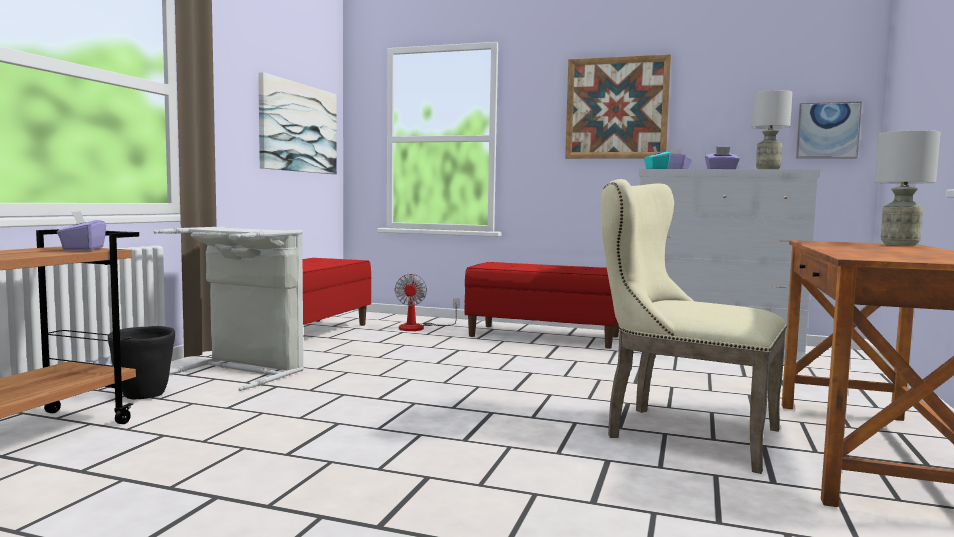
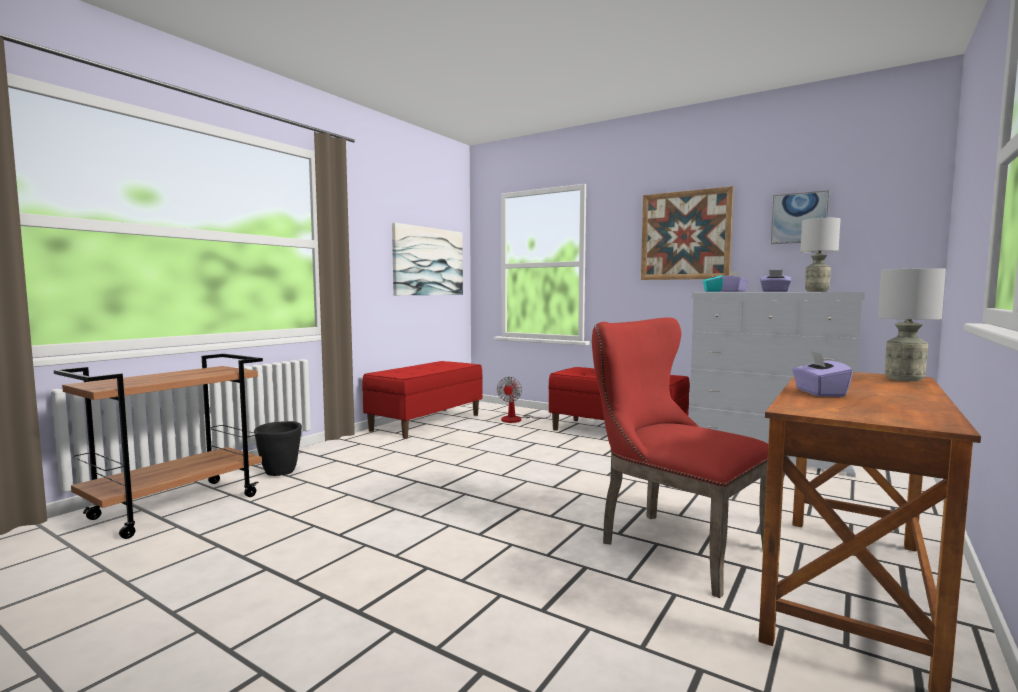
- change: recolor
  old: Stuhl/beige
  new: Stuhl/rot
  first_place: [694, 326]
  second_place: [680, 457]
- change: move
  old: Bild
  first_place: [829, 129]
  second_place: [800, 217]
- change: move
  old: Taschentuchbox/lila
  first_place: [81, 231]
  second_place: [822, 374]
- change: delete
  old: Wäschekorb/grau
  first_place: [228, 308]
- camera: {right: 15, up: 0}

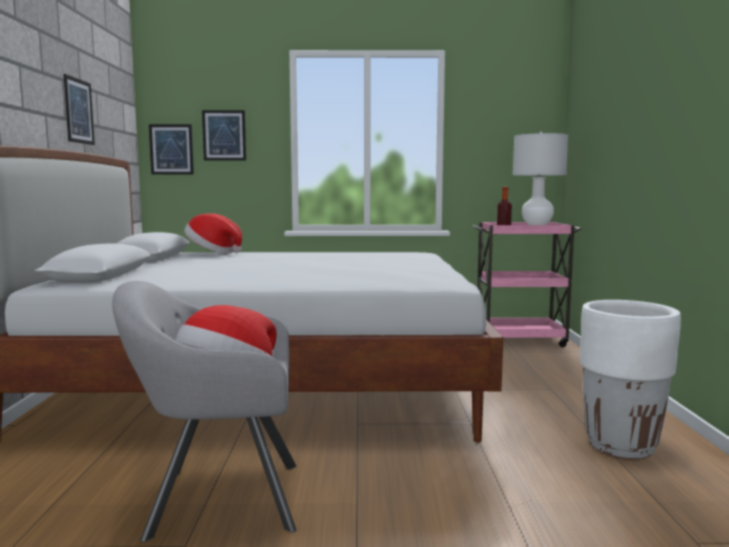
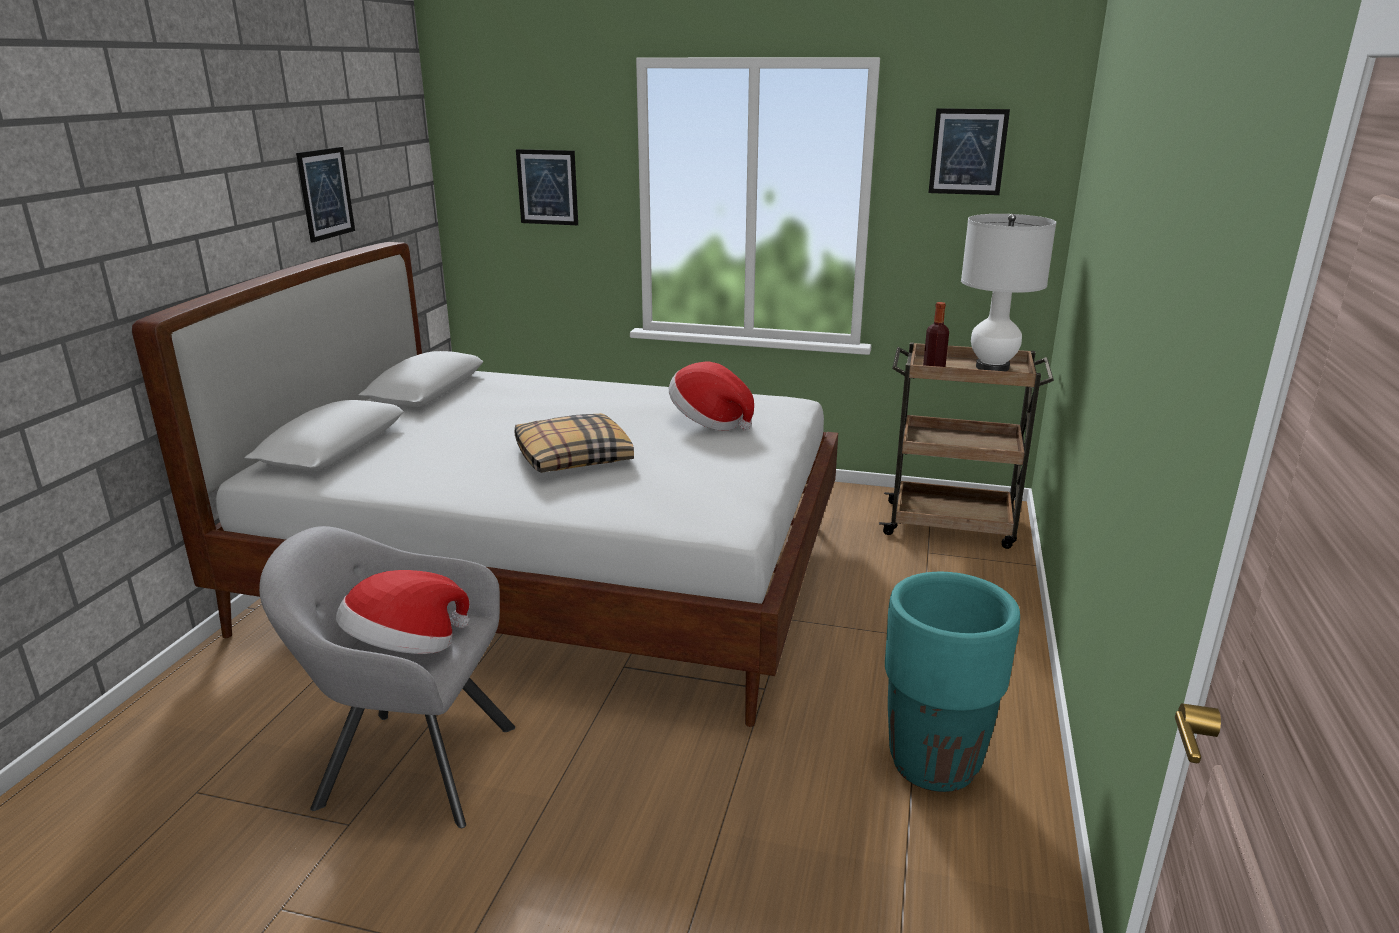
- change: insert
  new: Kissen
  second_place: [574, 443]
- change: move
  old: Hut
  first_place: [213, 233]
  second_place: [711, 396]
- change: recolor
  old: Rollwagen/rosa
  new: Rollwagen/braun
  first_place: [526, 284]
  second_place: [966, 445]
- change: recolor
  old: Pflanzkübel/weiß
  new: Pflanzkübel/türkis
  first_place: [630, 379]
  second_place: [952, 682]
- change: move
  old: Bild
  first_place: [171, 149]
  second_place: [969, 151]
- camera: {right: 15, up: 15}

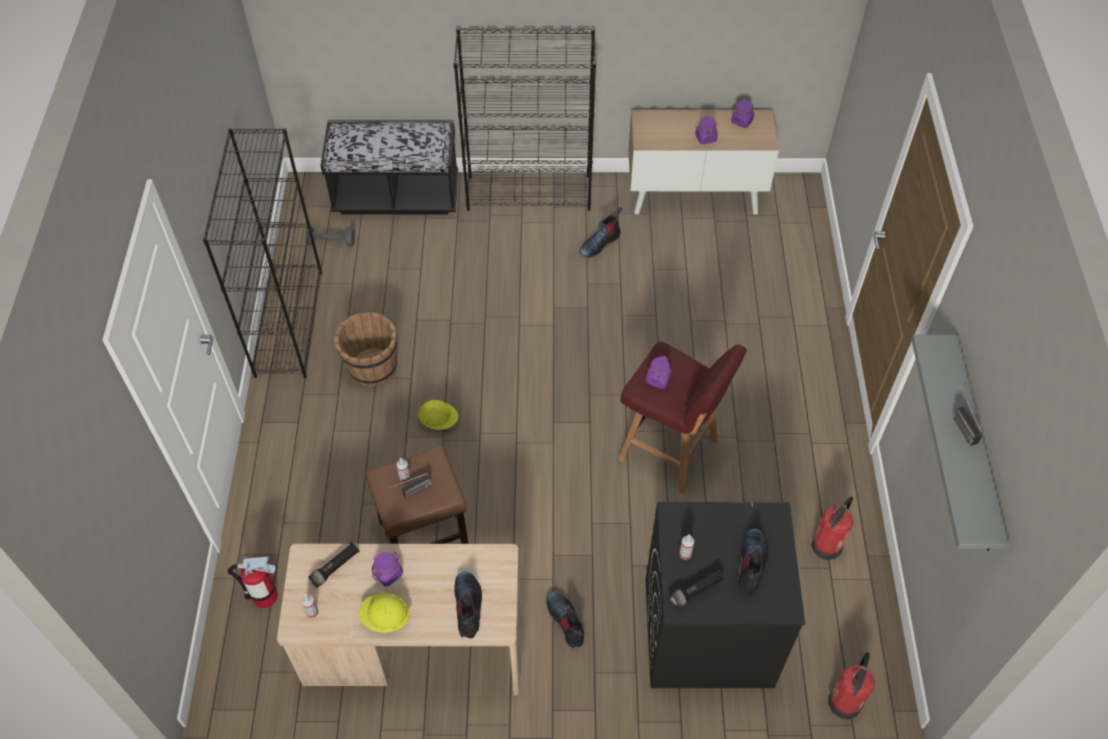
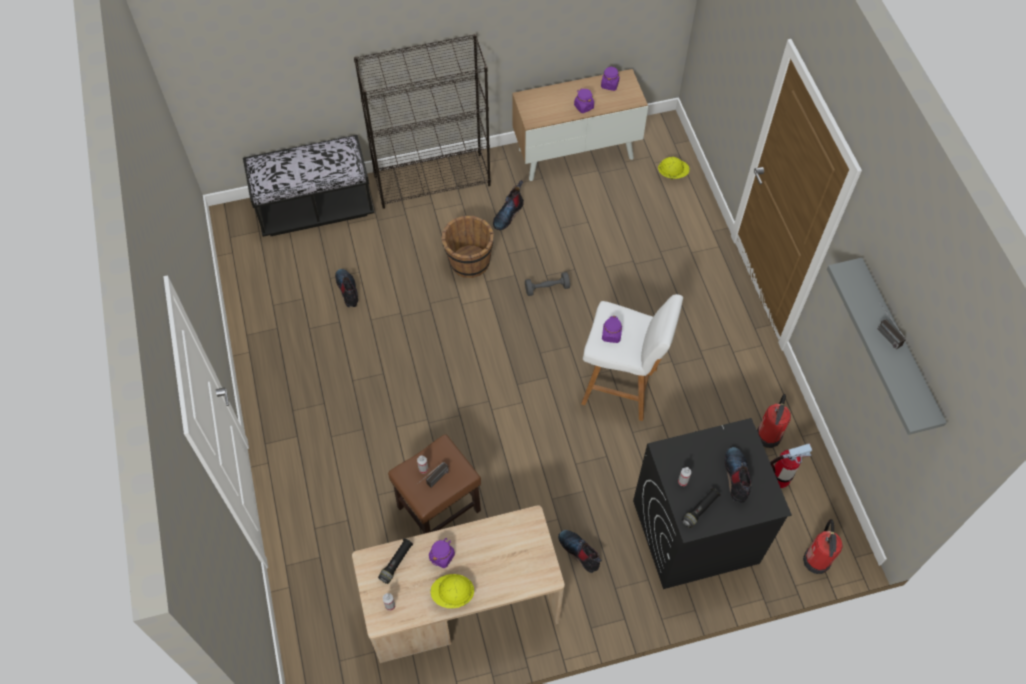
- change: move
  old: Stiefel
  first_place: [468, 604]
  second_place: [346, 288]
- change: move
  old: Eimer/braun
  first_place: [365, 349]
  second_place: [468, 247]
- change: move
  old: Hantel/grau
  first_place: [330, 236]
  second_place: [547, 284]
- change: recolor
  old: Hocker/rot
  new: Hocker/weiß
  first_place: [683, 417]
  second_place: [632, 357]
- change: move
  old: Schutzhelm/gelb
  first_place: [438, 415]
  second_place: [674, 168]
- change: move
  old: Feuerlöscher
  first_place: [253, 582]
  second_place: [791, 465]
- change: delete
  old: Bücherregal/schwarz
  first_place: [262, 253]
- camera: {right: -15, up: 5}

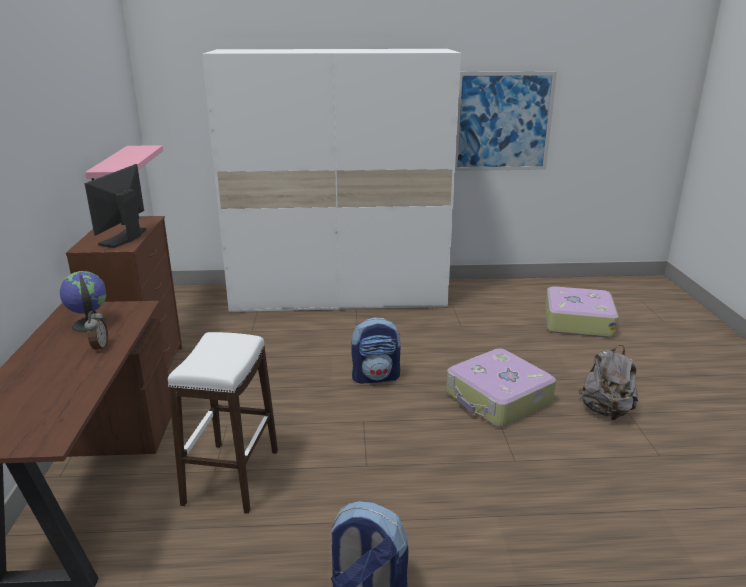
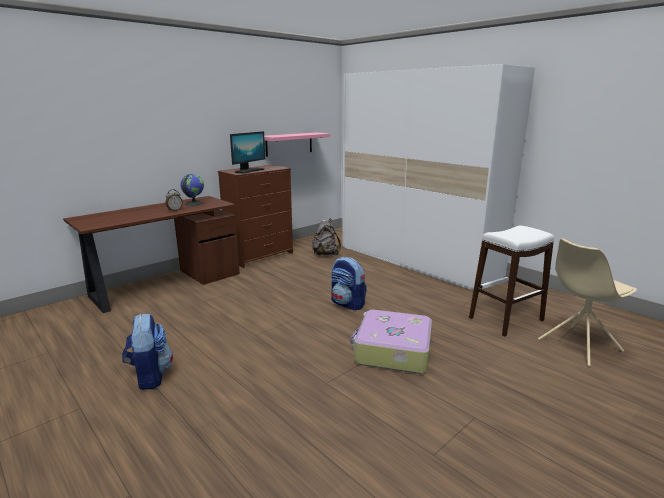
- change: rotate
  old: Monitor
  first_place: [115, 206]
  second_place: [247, 152]
  degrees: 150
- change: move
  old: Rucksack/grau
  first_place: [608, 382]
  second_place: [326, 236]
- change: move
  old: Hocker/weiß
  first_place: [223, 423]
  second_place: [511, 281]
- change: replace
  old: Koffer
  new: Stuhl/beige
  first_place: [582, 312]
  second_place: [587, 302]
- change: delete
  old: Bild
  first_place: [506, 121]
- camera: {right: 50, up: -5}

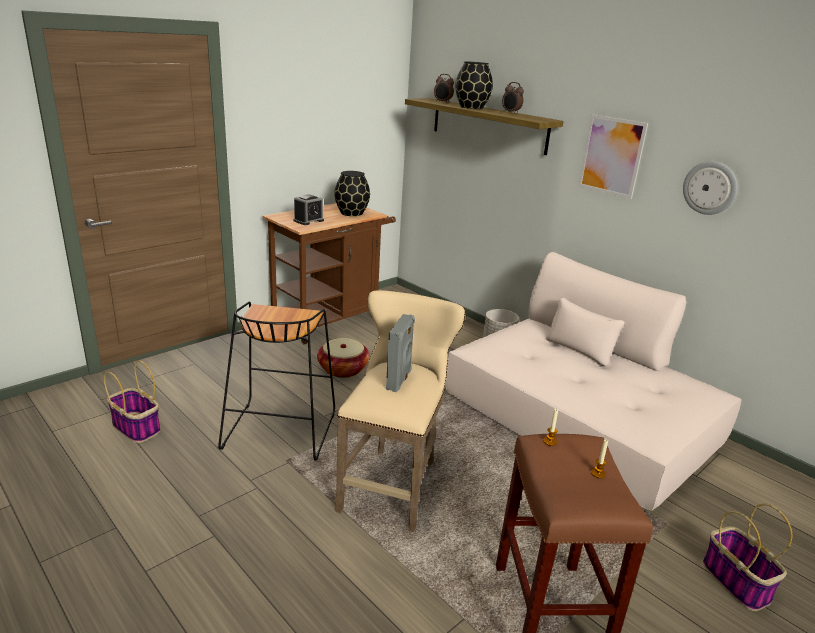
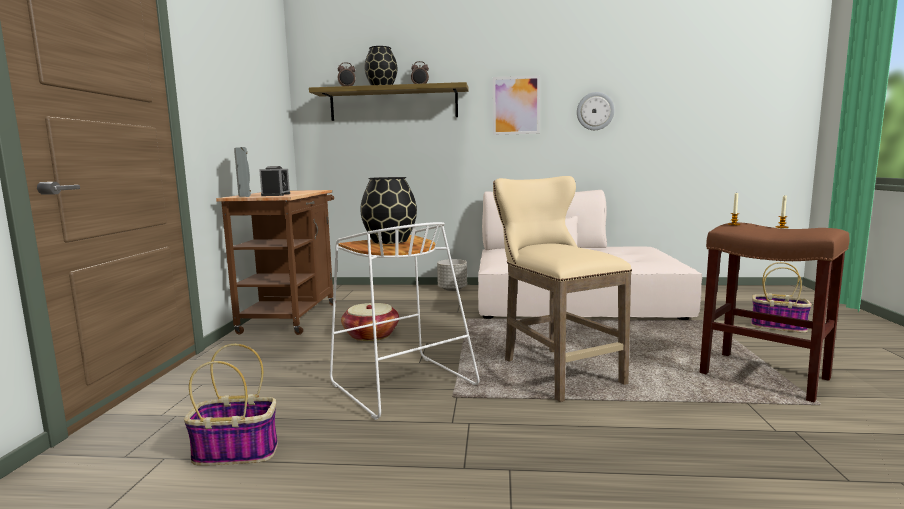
- change: move
  old: Lautsprecher/grau
  first_place: [400, 353]
  second_place: [242, 172]
- change: recolor
  old: Hocker/schwarz
  new: Hocker/weiß
  first_place: [276, 381]
  second_place: [405, 321]
- change: move
  old: Vase/schwarz
  first_place: [352, 193]
  second_place: [388, 210]
- camera: {right: -40, up: -15}

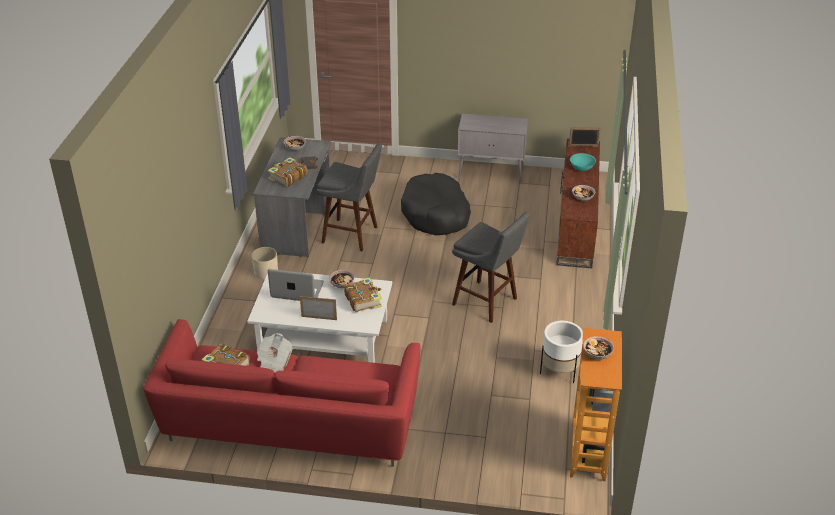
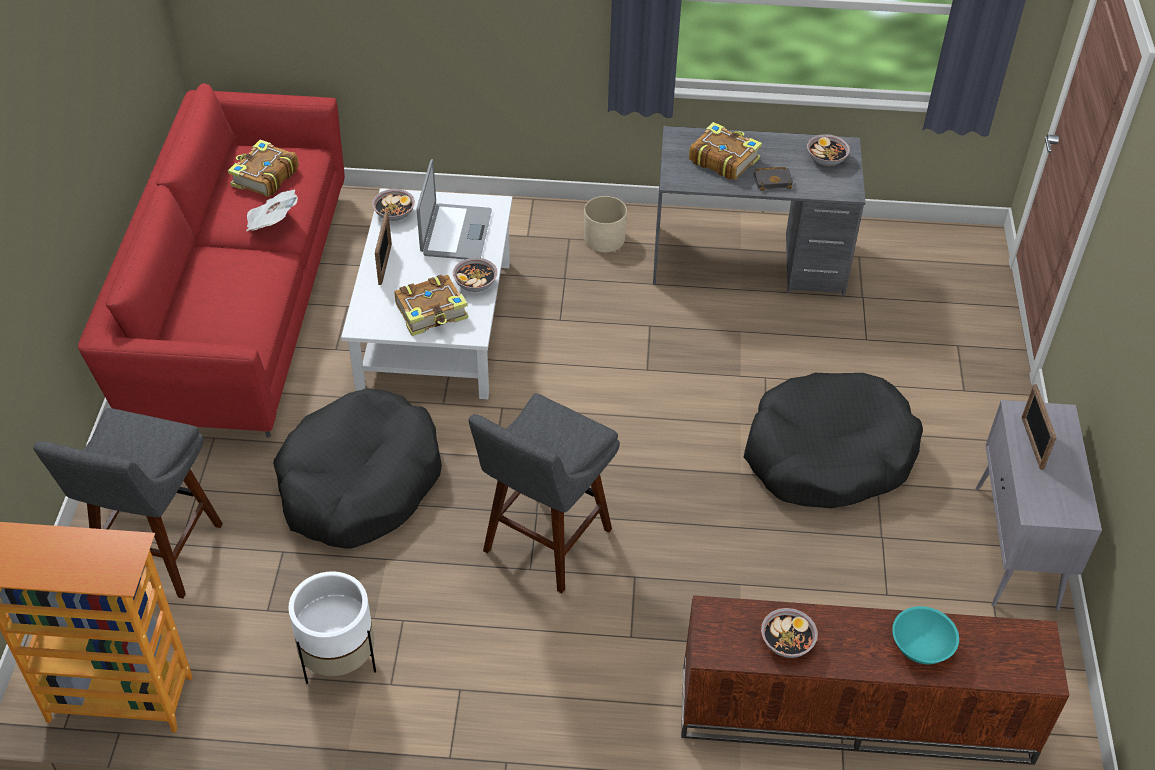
- change: move
  old: Hocker/grau
  first_place: [349, 197]
  second_place: [128, 503]
- change: insert
  new: Hundebett/schwarz
  second_place: [357, 468]
- change: move
  old: Schüssel
  first_place: [598, 348]
  second_place: [393, 205]
- change: move
  old: Bilderrahmen
  first_place: [585, 137]
  second_place: [1039, 427]
- camera: {right: 85, up: 10}

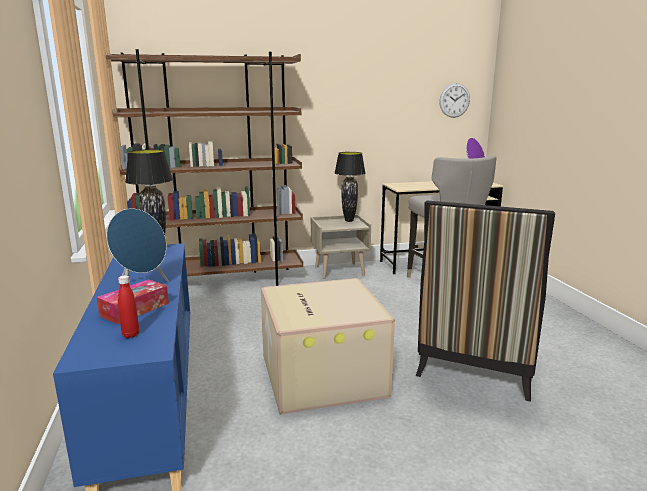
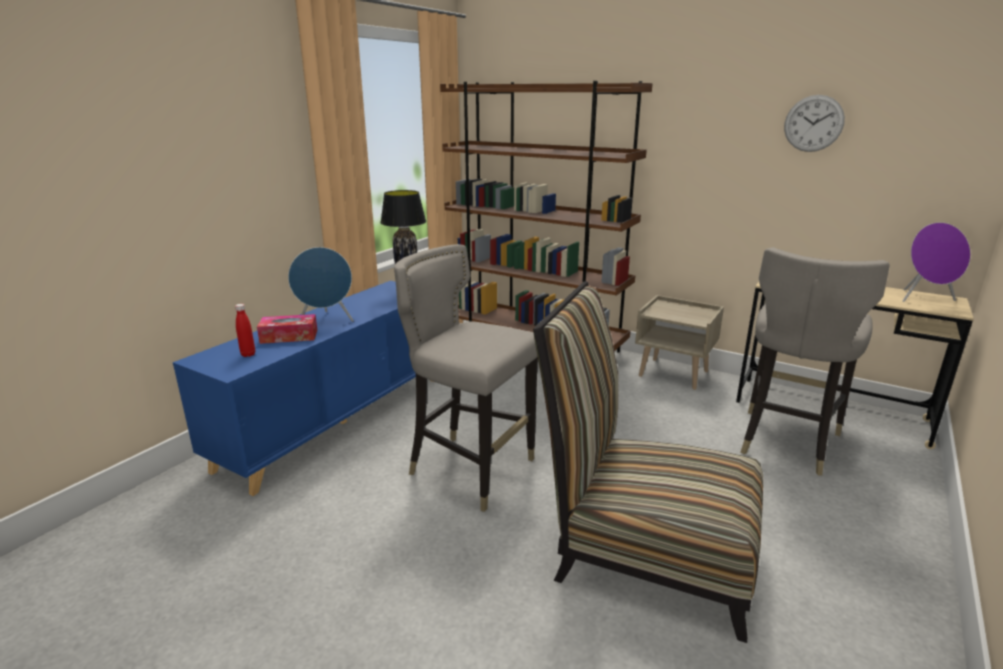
- change: replace
  old: Karton
  new: Hocker/grau
  first_place: [328, 346]
  second_place: [466, 378]
- change: rotate
  old: Stuhl
  first_place: [485, 301]
  second_place: [648, 462]
  degrees: 45
- change: move
  old: Wanduhr
  first_place: [454, 100]
  second_place: [814, 123]
- change: delete
  old: Tischlampe/schwarz
  first_place: [350, 187]
- camera: {right: 45, up: 5}

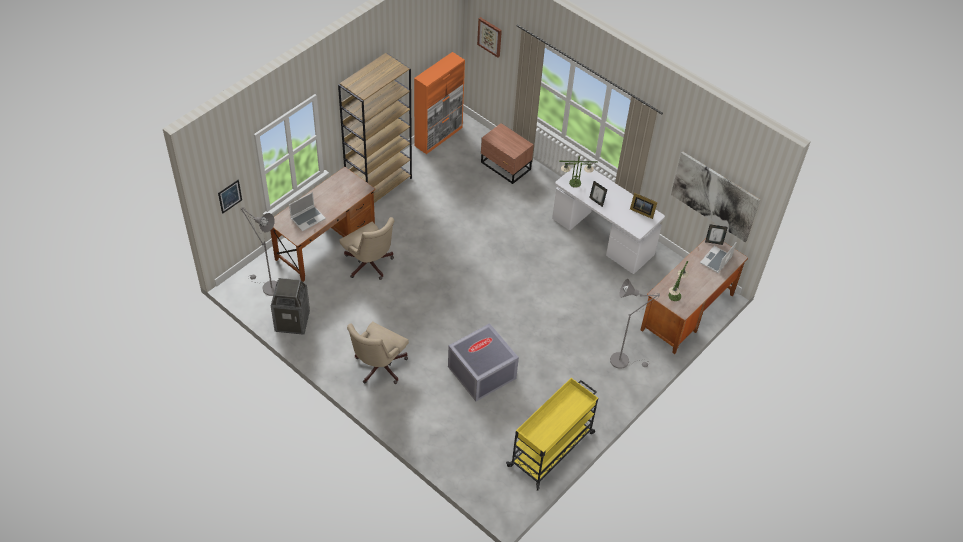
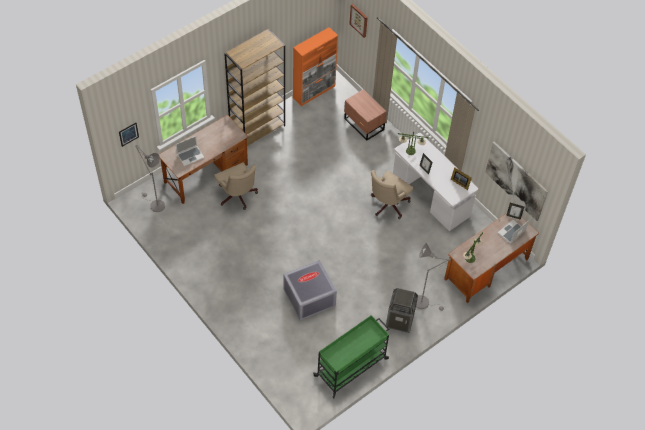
- change: recolor
  old: Rollwagen/gelb
  new: Rollwagen/grün
  first_place: [552, 434]
  second_place: [351, 357]
- change: move
  old: Bürostuhl/beige
  first_place: [378, 352]
  second_place: [392, 194]
- change: move
  old: Mülleimer
  first_place: [290, 306]
  second_place: [402, 310]
- camera: {right: 10, up: 5}

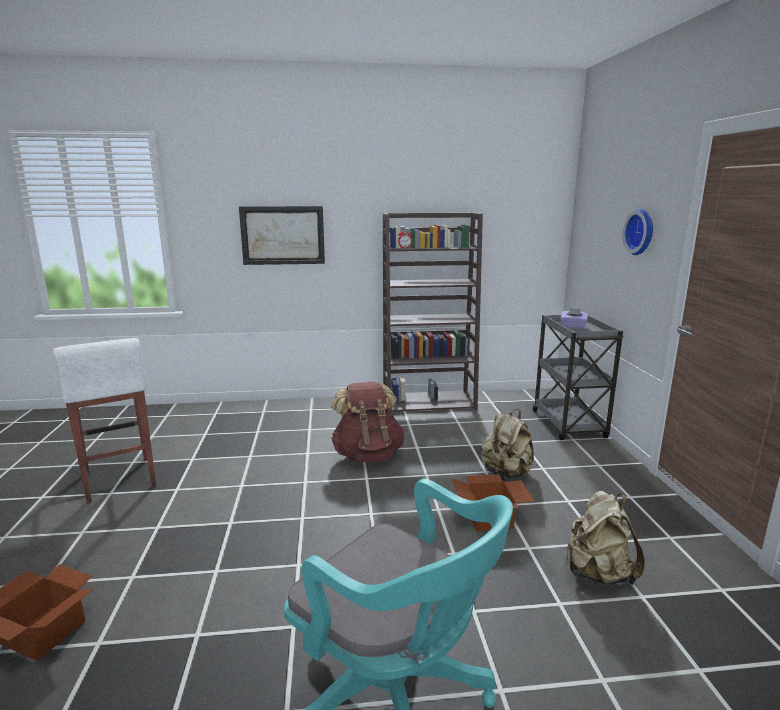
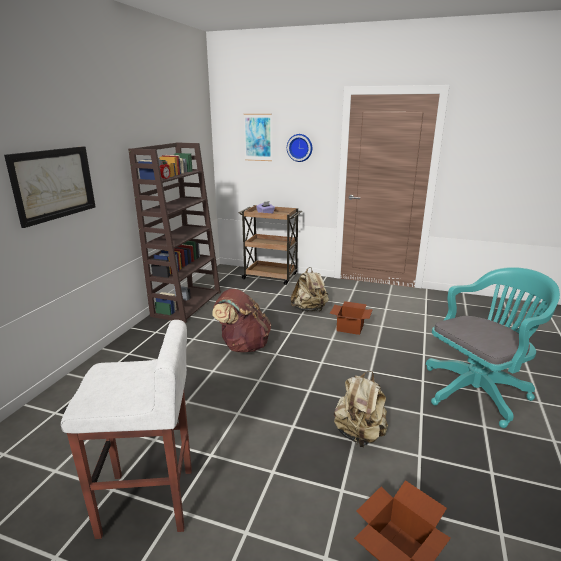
- change: recolor
  old: Rollwagen/grau
  new: Rollwagen/braun
  first_place: [578, 377]
  second_place: [270, 245]
- change: insert
  new: Bild
  second_place: [258, 137]
- change: move
  old: Rucksack/beige
  first_place: [605, 538]
  second_place: [361, 409]
- camera: {right: -65, up: 5}

